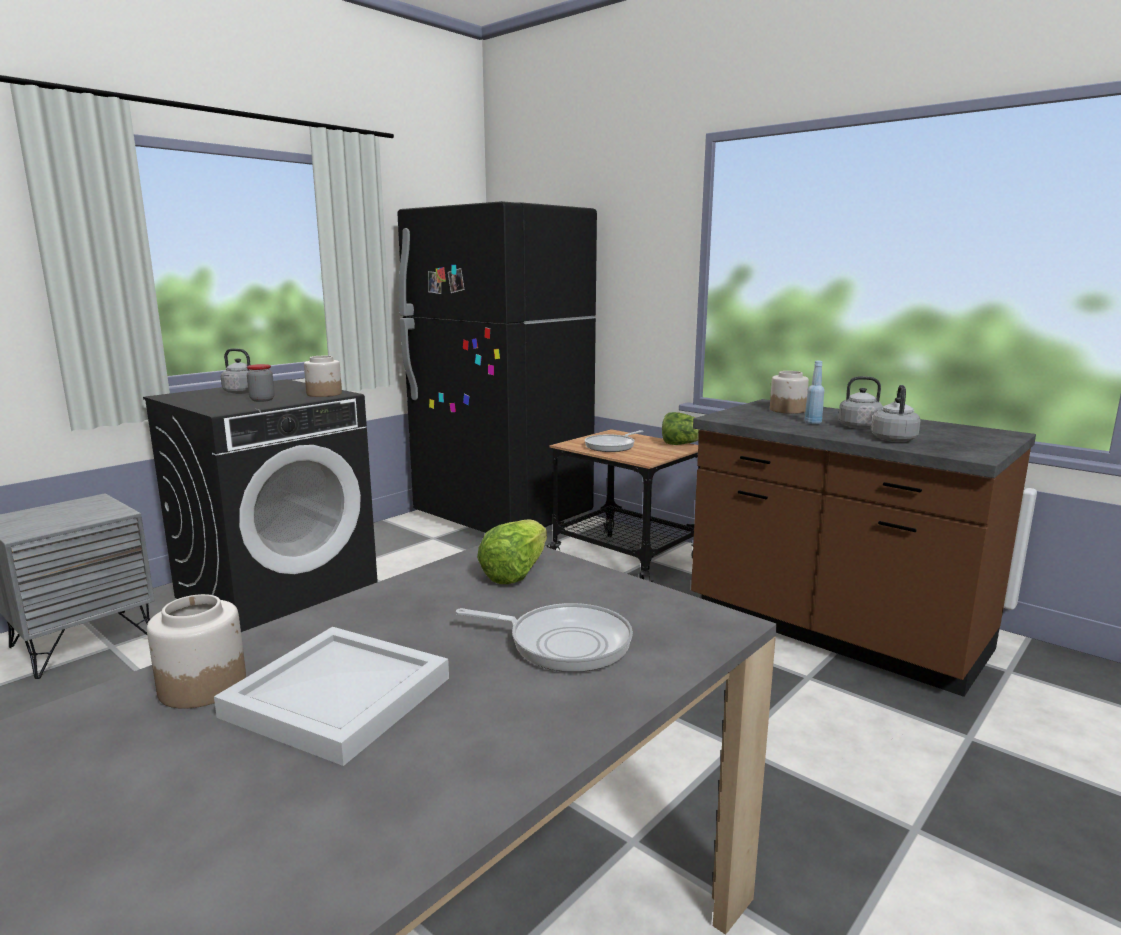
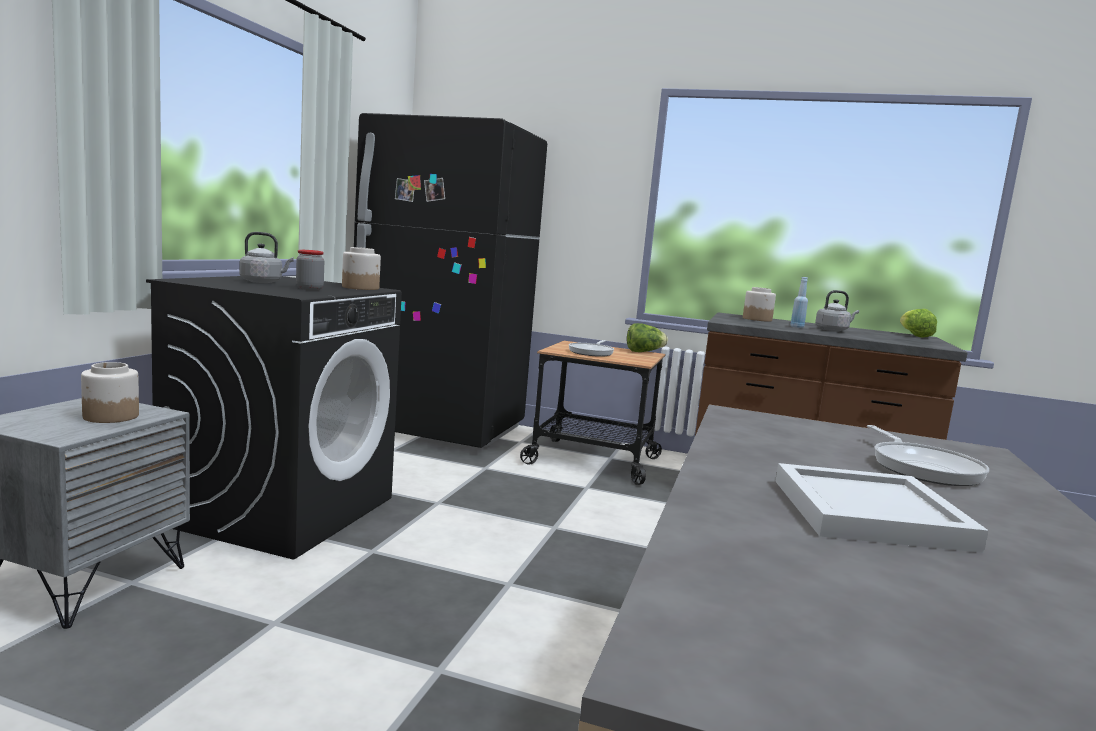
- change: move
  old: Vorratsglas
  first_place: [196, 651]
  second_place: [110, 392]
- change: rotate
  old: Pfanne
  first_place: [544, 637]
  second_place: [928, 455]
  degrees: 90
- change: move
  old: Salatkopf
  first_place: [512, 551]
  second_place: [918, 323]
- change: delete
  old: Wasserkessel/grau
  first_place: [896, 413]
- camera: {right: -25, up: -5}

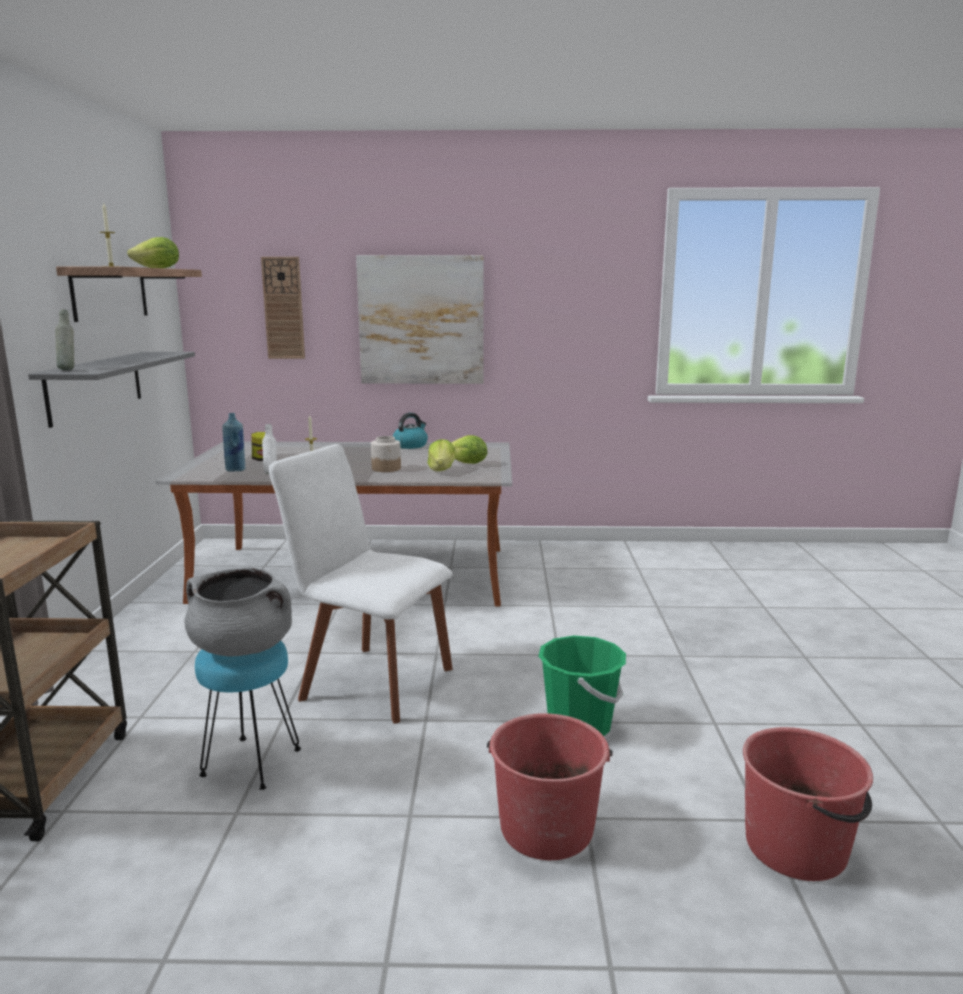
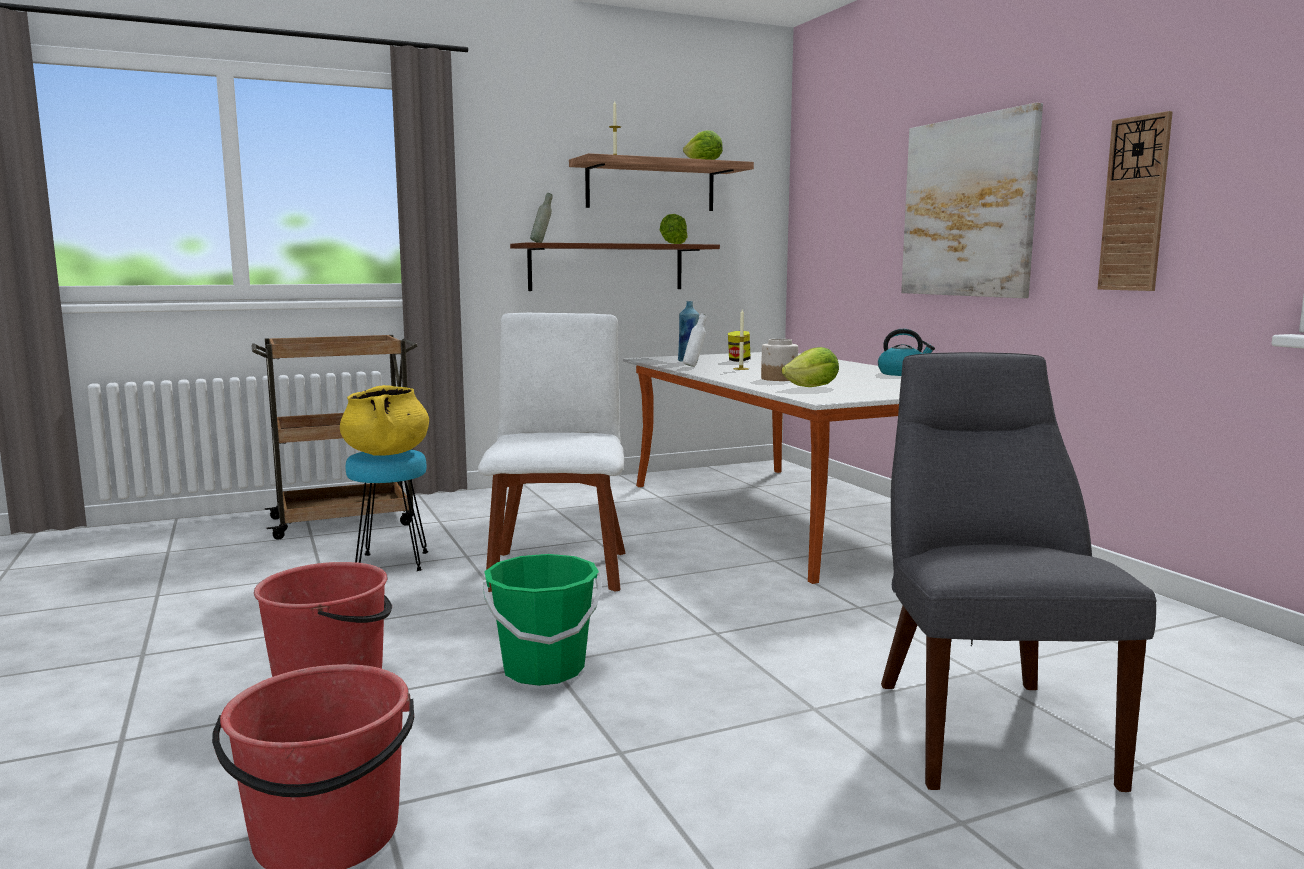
- change: recolor
  old: Kochtopf/grau
  new: Kochtopf/gelb
  first_place: [238, 612]
  second_place: [384, 420]
- change: recolor
  old: Wandregal/grau
  new: Wandregal/braun
  first_place: [111, 390]
  second_place: [615, 267]
- change: move
  old: Salatkopf
  first_place: [469, 449]
  second_place: [674, 229]
- change: insert
  new: Stuhl/grau
  second_place: [1019, 572]
- change: move
  old: Wanduhr
  first_place: [283, 308]
  second_place: [1135, 201]
- camera: {right: 65, up: -5}

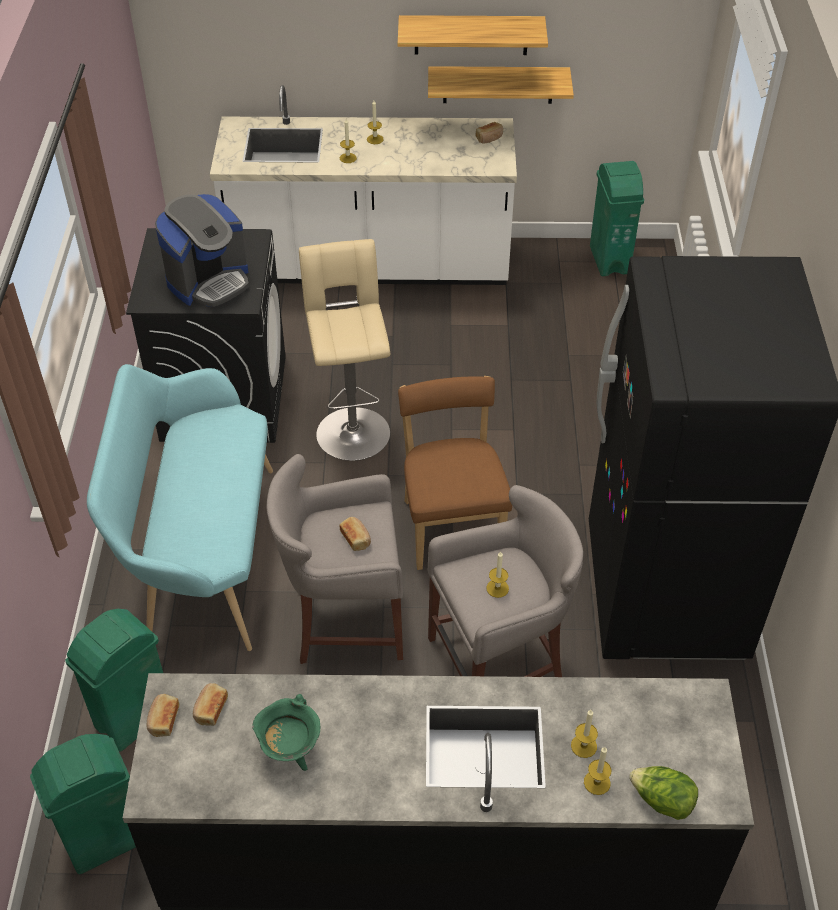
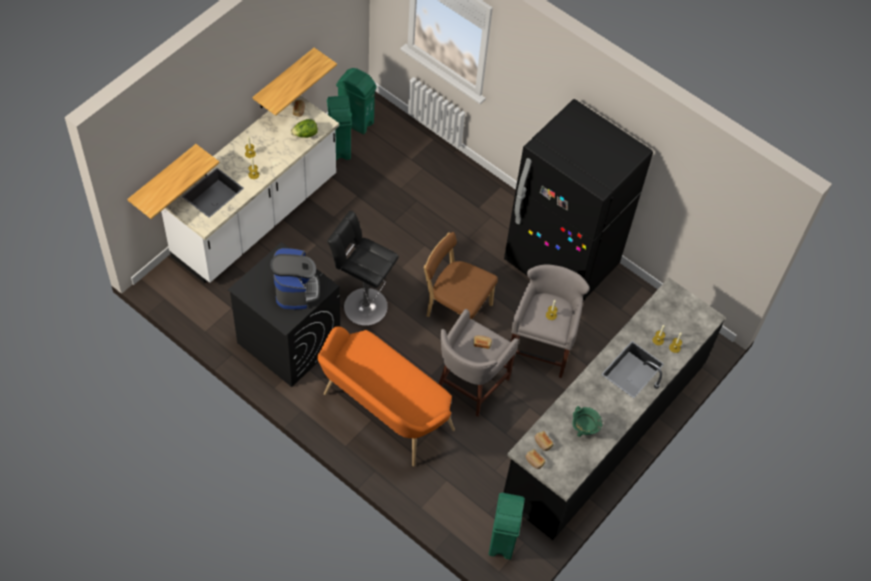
- change: move
  old: Wandregal
  first_place: [473, 35]
  second_place: [173, 181]
- change: move
  old: Salatkopf
  first_place: [663, 793]
  second_place: [304, 128]
- change: recolor
  old: Bank/türkis
  new: Bank/orange
  first_place: [180, 507]
  second_place: [386, 396]
- change: move
  old: Mülleimer/grün
  first_place: [114, 680]
  second_place: [339, 128]
- change: recolor
  old: Hocker/beige
  new: Hocker/schwarz
  first_place: [345, 350]
  second_place: [363, 268]
- camera: {right: -55, up: 10}

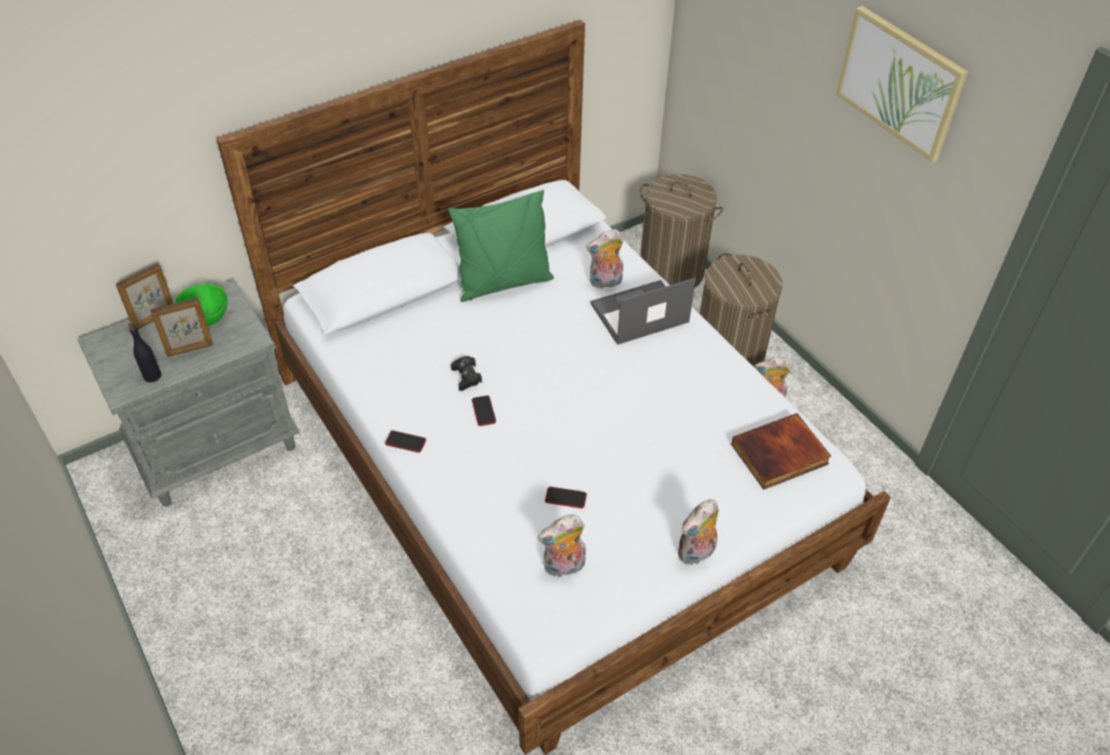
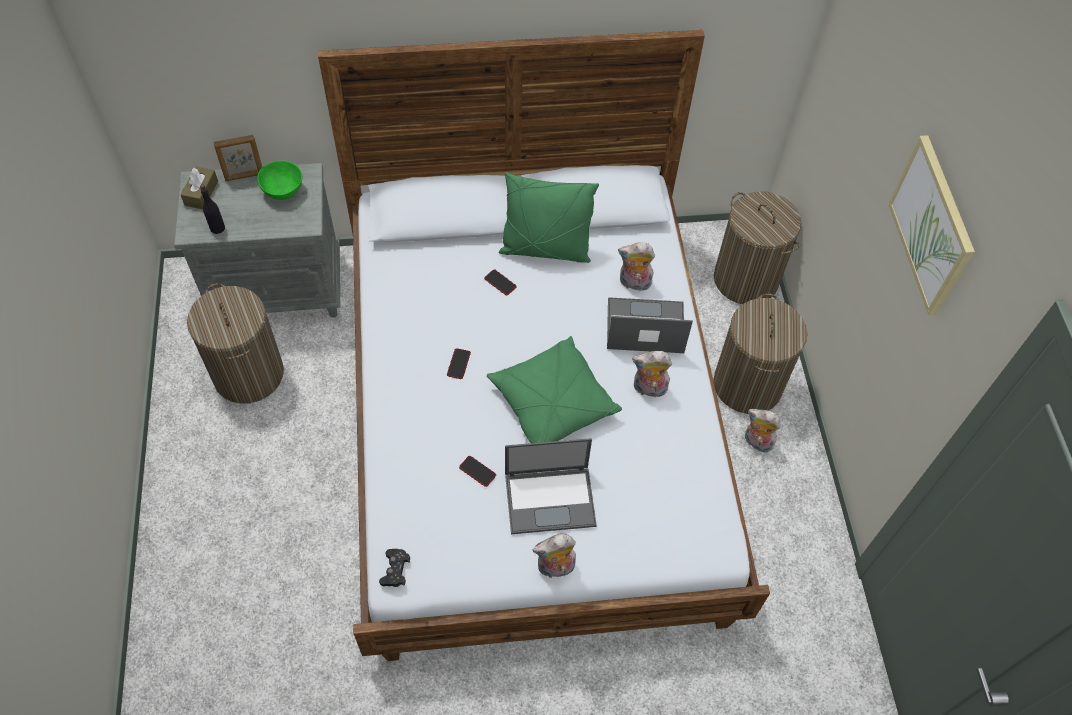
- change: insert
  new: Taschentuchbox/braun
  second_place: [199, 188]
- change: insert
  new: Wäschekorb
  second_place: [235, 343]
- change: move
  old: Gamepad/schwarz
  first_place: [466, 373]
  second_place: [394, 568]
- change: move
  old: Handy
  first_place: [405, 442]
  second_place: [500, 282]
- change: insert
  new: Kissen/grün
  second_place: [554, 389]
- change: insert
  new: Laptop
  second_place: [551, 486]
- change: move
  old: Plüschtier
  first_place: [561, 545]
  second_place: [652, 374]
- change: delete
  old: Bilderrahmen
  first_place: [181, 327]
- change: delete
  old: Buch
  first_place: [781, 451]
- camera: {right: 25, up: 10}

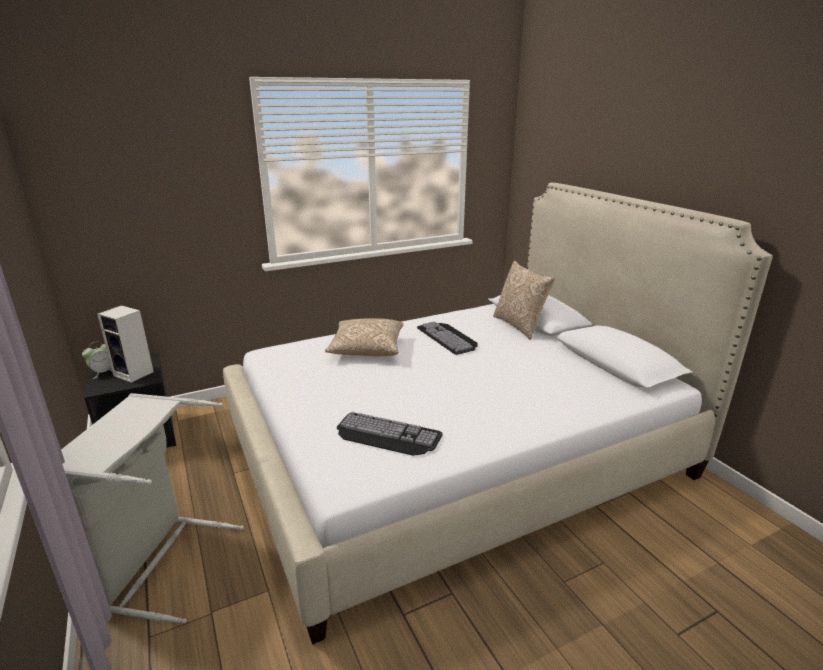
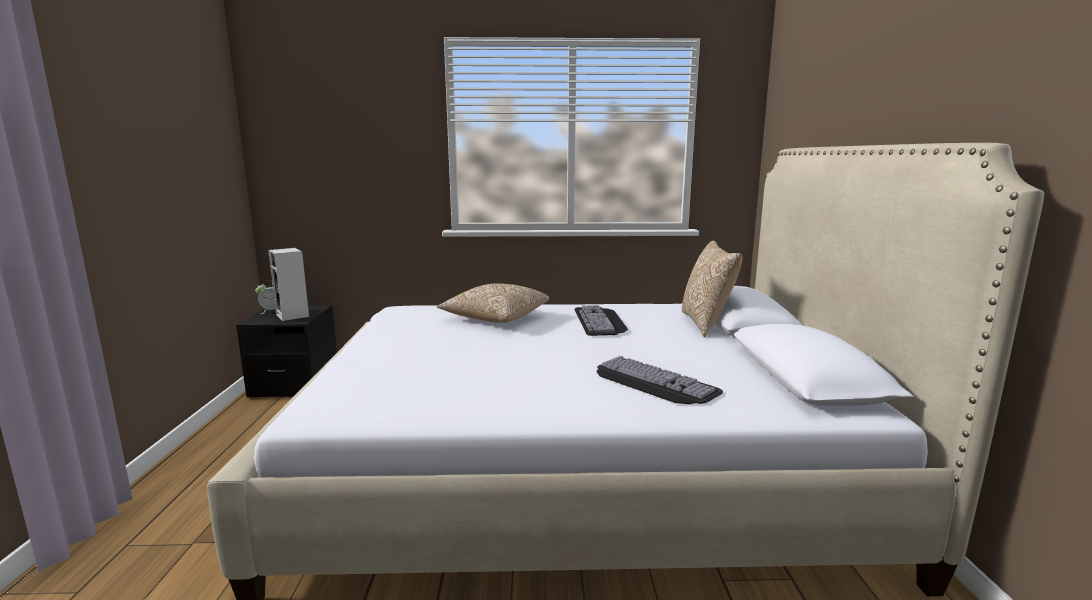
- change: move
  old: Tastatur
  first_place: [390, 434]
  second_place: [659, 380]
- change: delete
  old: Wäschekorb/grau
  first_place: [152, 508]
- camera: {right: 25, up: -10}

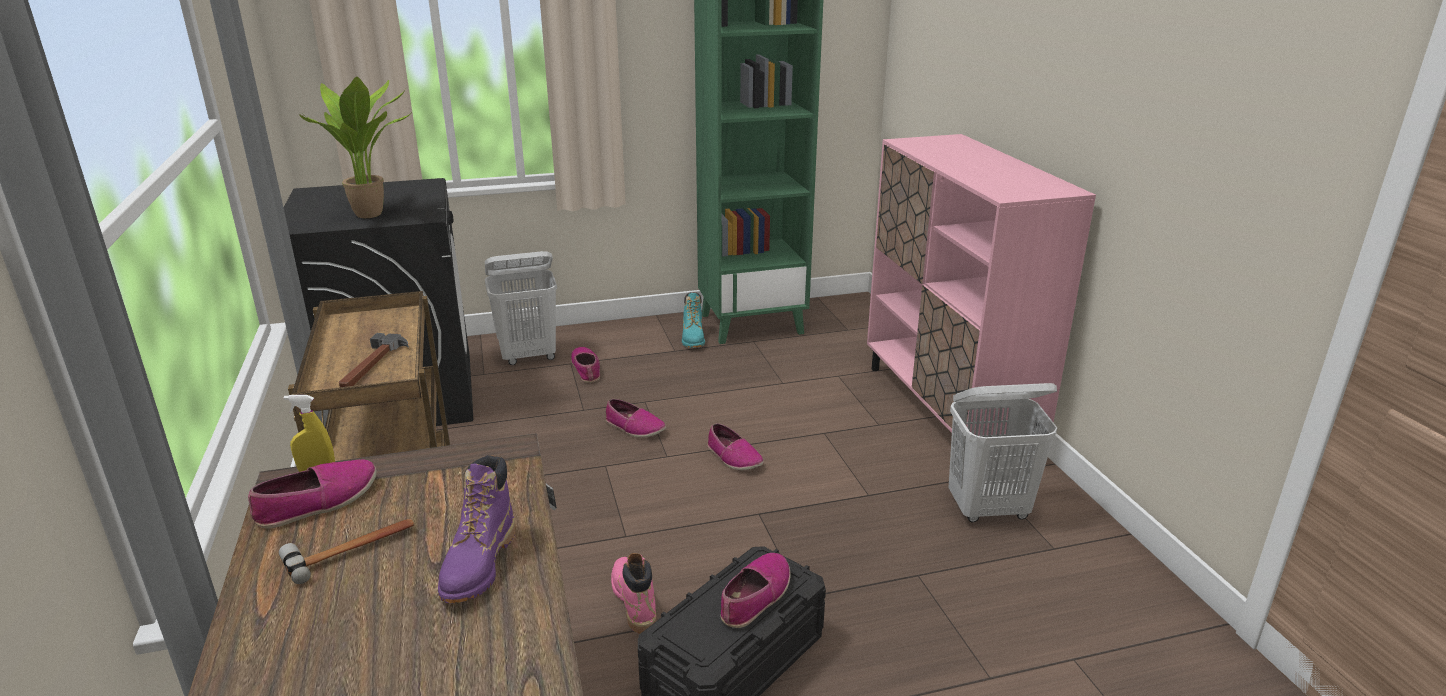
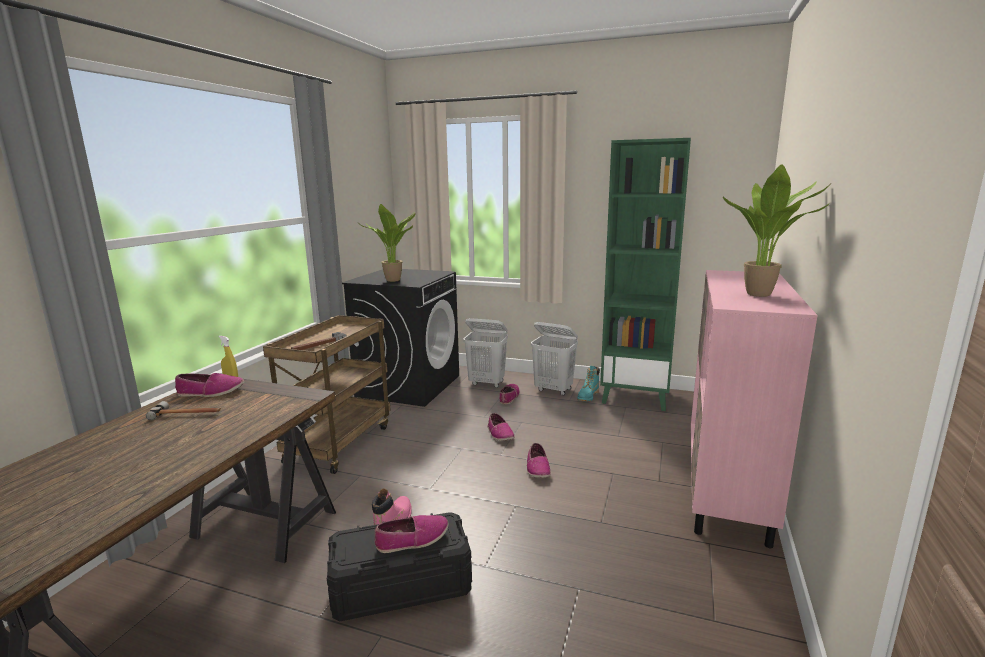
- change: move
  old: Wäschekorb/weiß
  first_place: [1003, 453]
  second_place: [554, 359]
- change: insert
  new: Topfpflanze
  second_place: [776, 231]
- change: delete
  old: Stiefel/lila
  first_place: [476, 529]
- camera: {right: 35, up: -10}

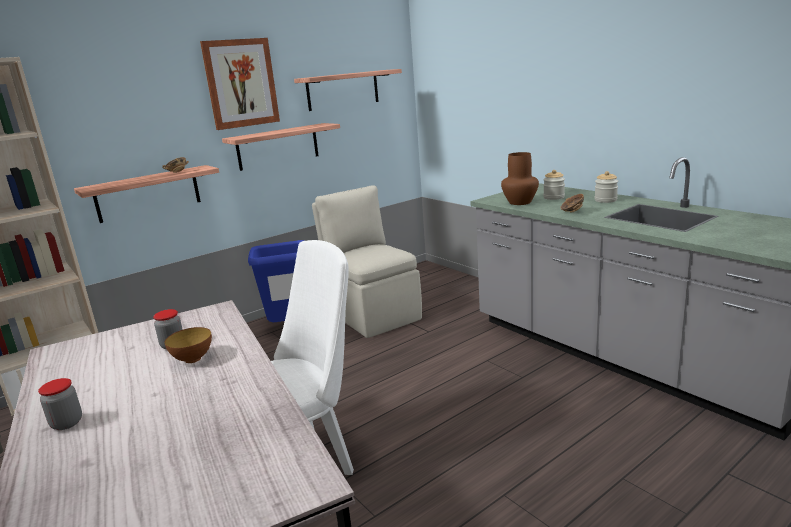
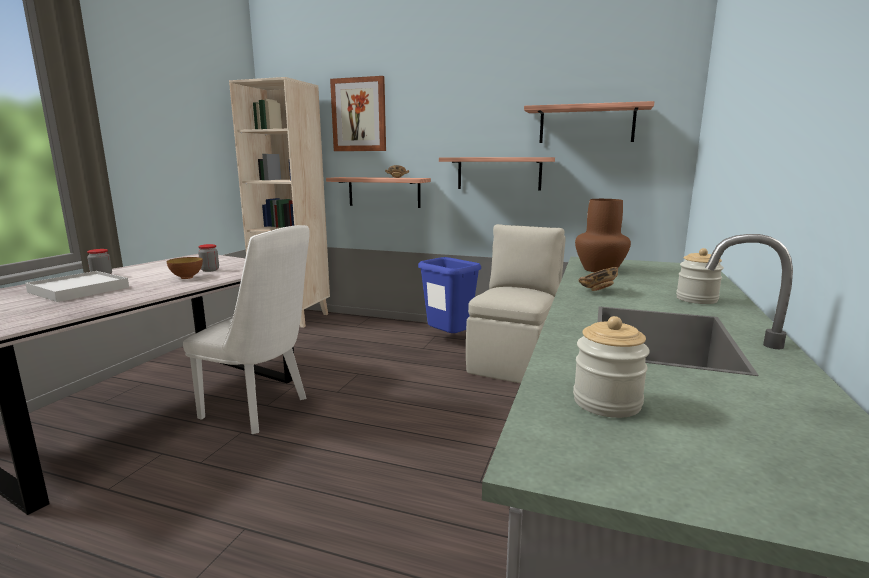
- change: insert
  new: Tablett/weiß
  second_place: [77, 286]
- change: move
  old: Bild
  first_place: [240, 84]
  second_place: [358, 113]
- change: move
  old: Vorratsglas
  first_place: [554, 185]
  second_place: [611, 367]
- camera: {right: 55, up: -5}

